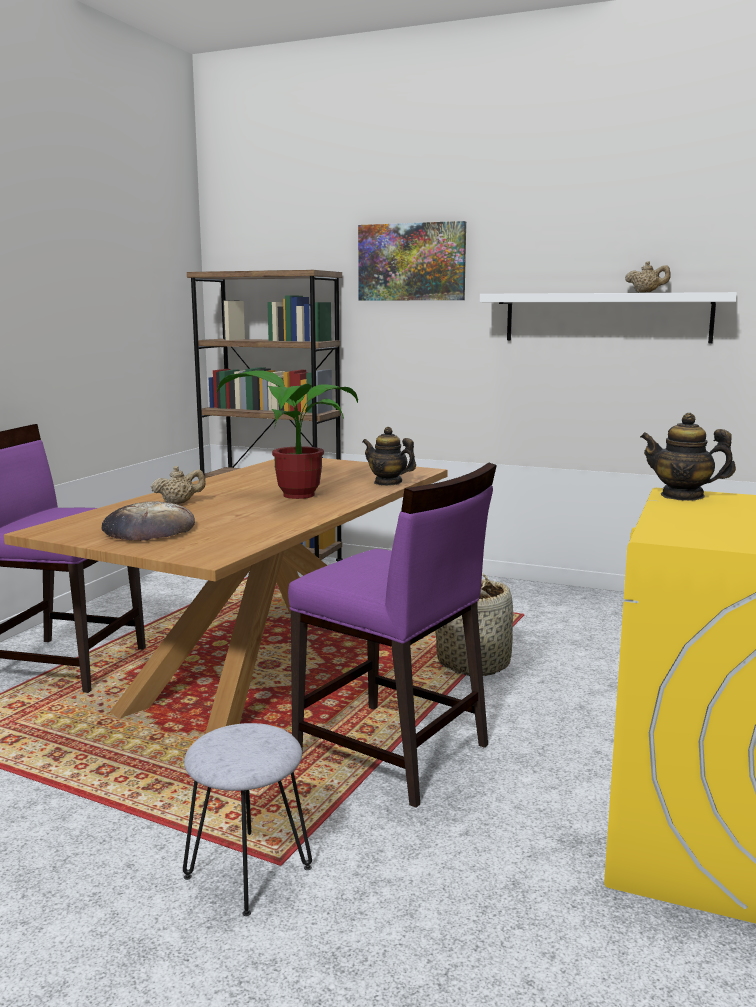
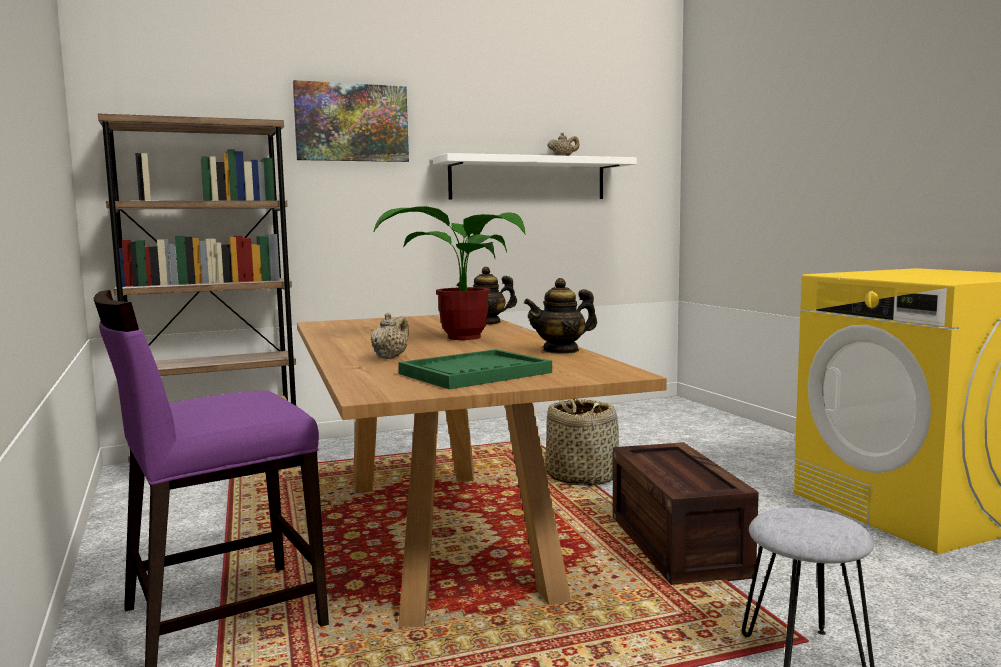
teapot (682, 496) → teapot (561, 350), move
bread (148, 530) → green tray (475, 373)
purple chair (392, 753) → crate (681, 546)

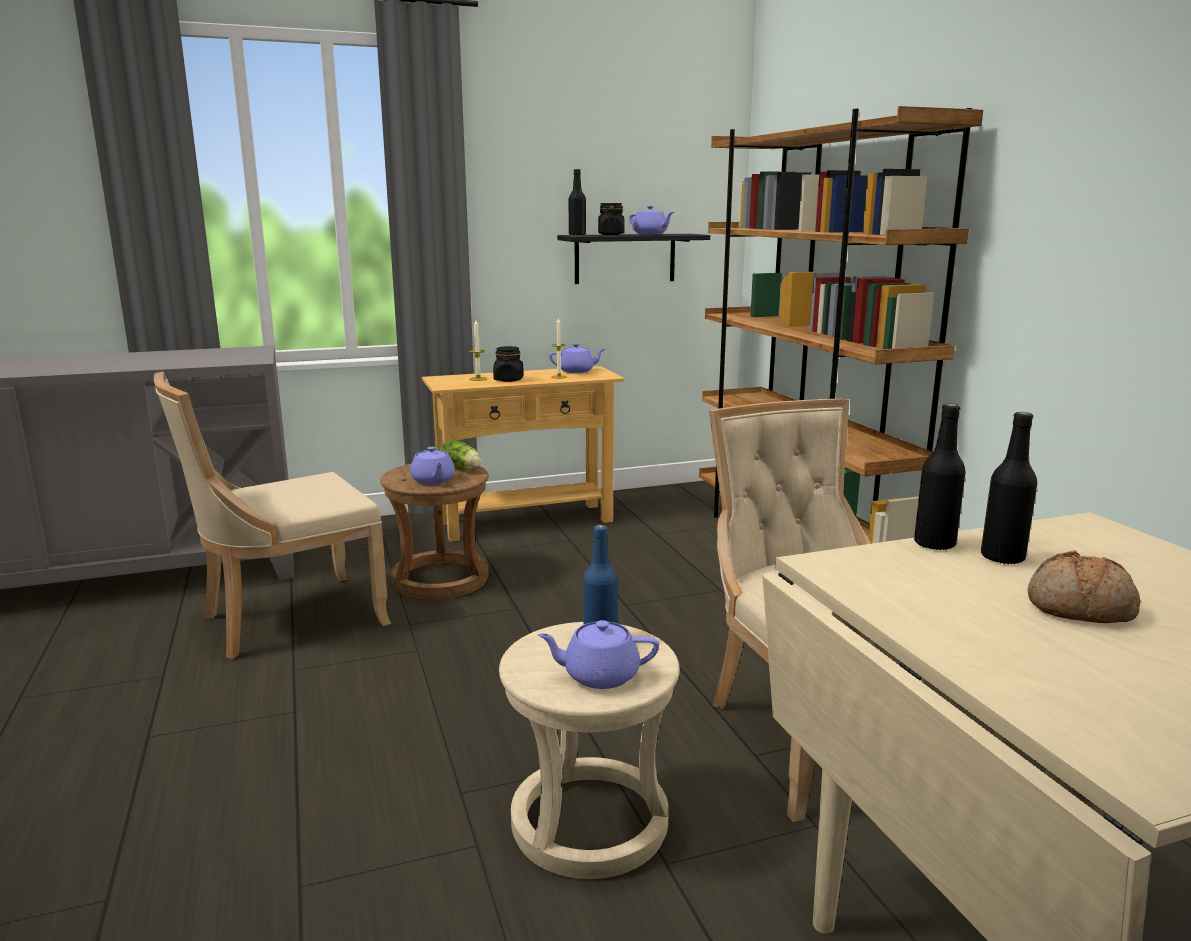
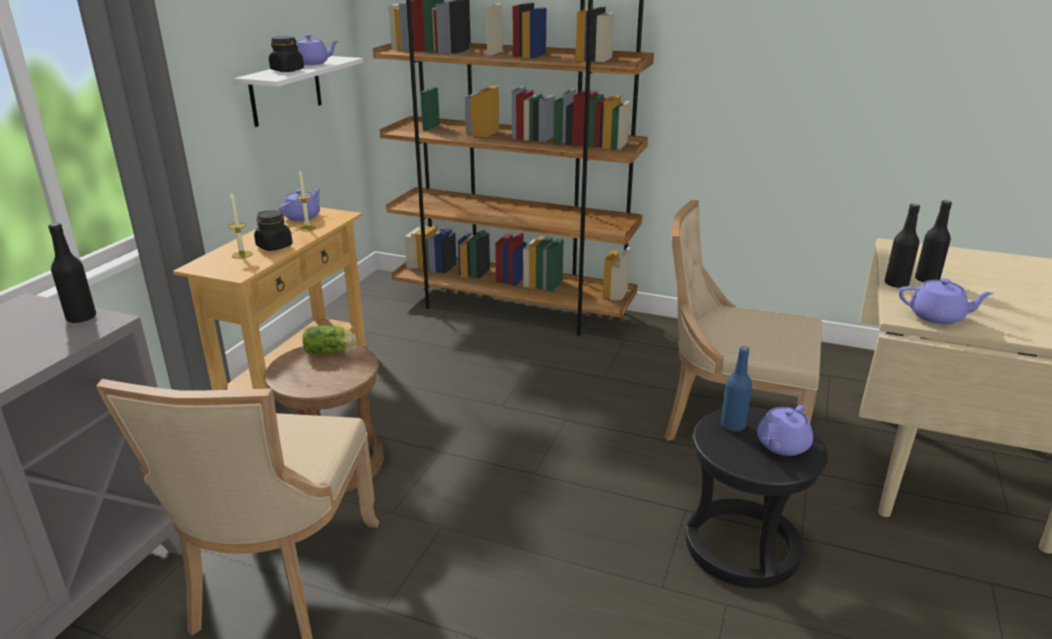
bread (1079, 609) → -
purple teapot (433, 480) → purple teapot (938, 317), move
black bottle (577, 235) → black bottle (81, 318), move
beige stool (590, 823) → black stool (742, 546)
black shelf (625, 258) → white shelf (286, 90)

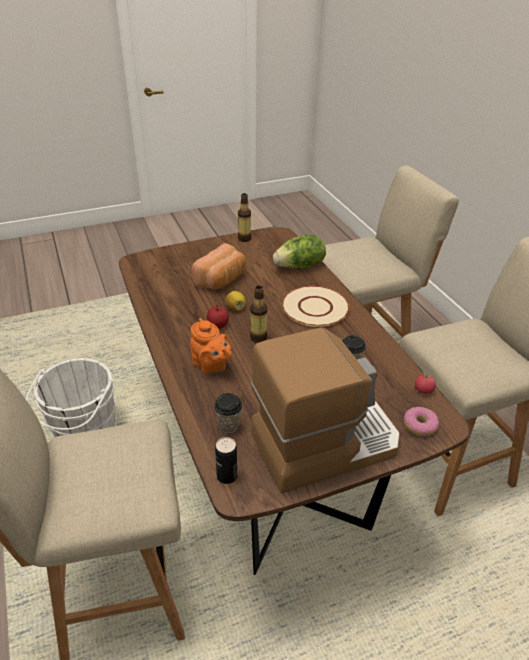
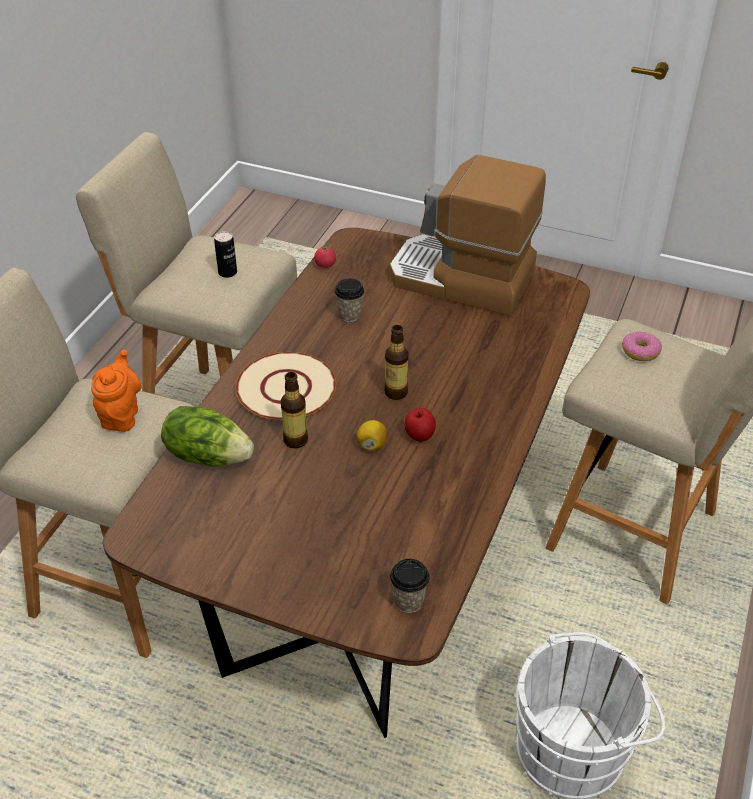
bread (222, 280) → -
orange teapot (211, 366) → orange teapot (121, 415), move
cup (228, 425) → cup (408, 601), move
can (227, 476) → can (227, 272), move
bottle (244, 239) → bottle (295, 440), move
donut (419, 426) → donut (640, 351), move

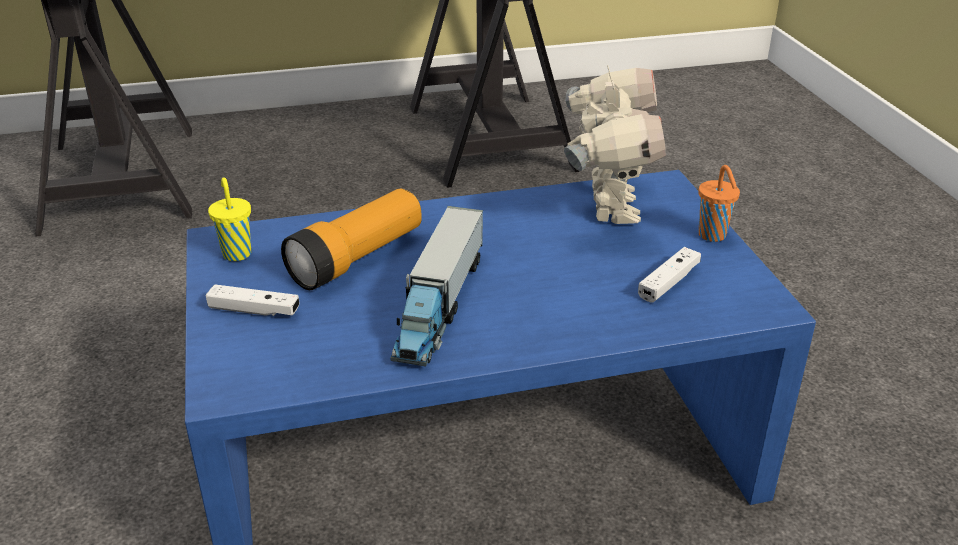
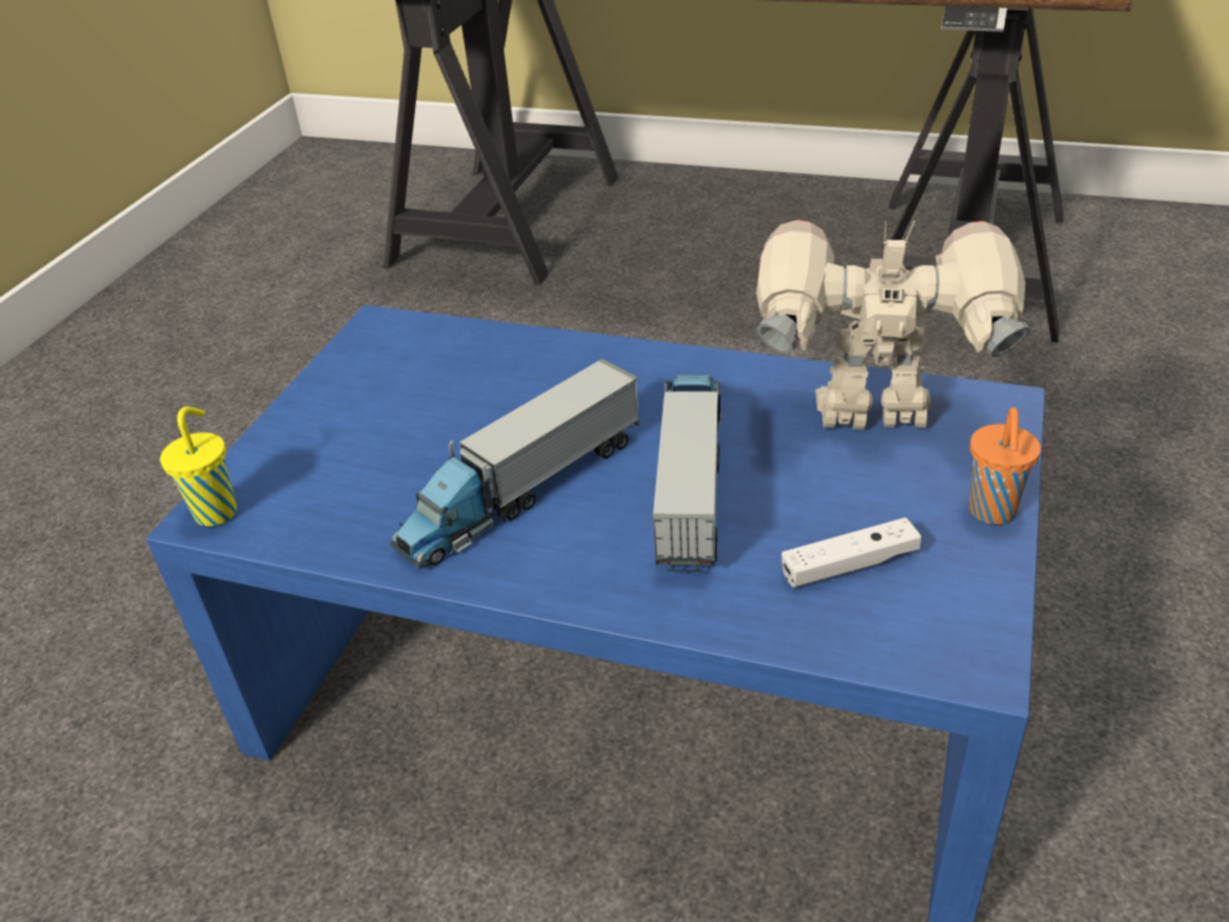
white game controller (254, 310) → -
flashlight (357, 258) → -
- → toy truck (691, 479)
yellow cup (236, 253) → yellow cup (217, 511), move
toy robot (608, 208) → toy robot (874, 419), 120 degrees counterclockwise

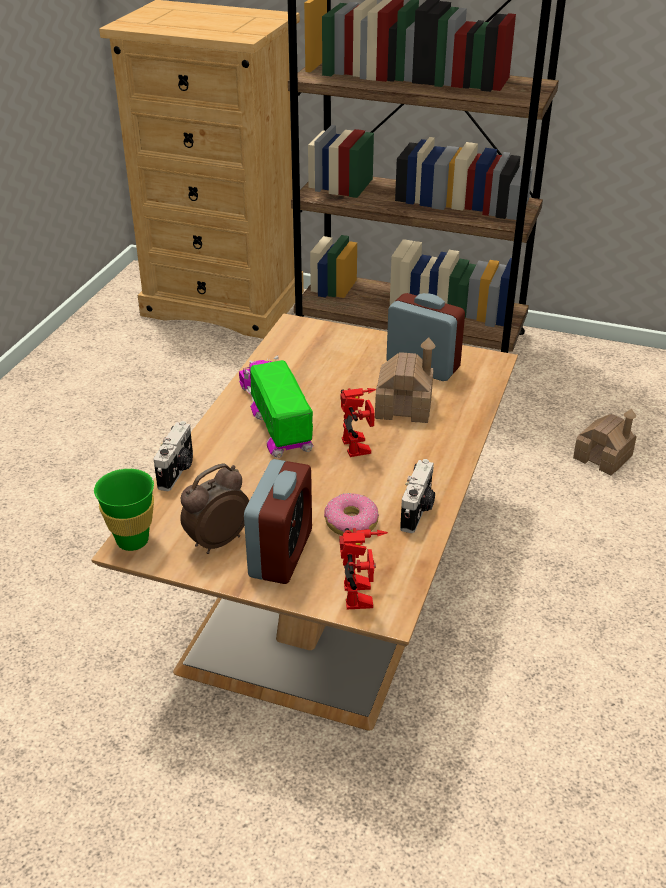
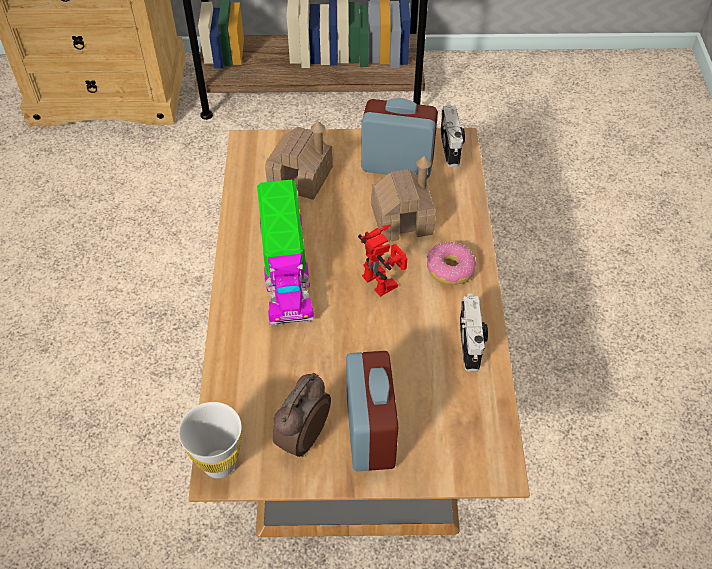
toy robot (364, 597) → -
photo camera (177, 471) → photo camera (451, 147), move
donut (351, 523) → donut (450, 269), move
toy house (603, 457) → toy house (300, 176), move
green cup (132, 540) → white cup (219, 464)
toy truck (275, 417) → toy truck (285, 268), 150 degrees counterclockwise

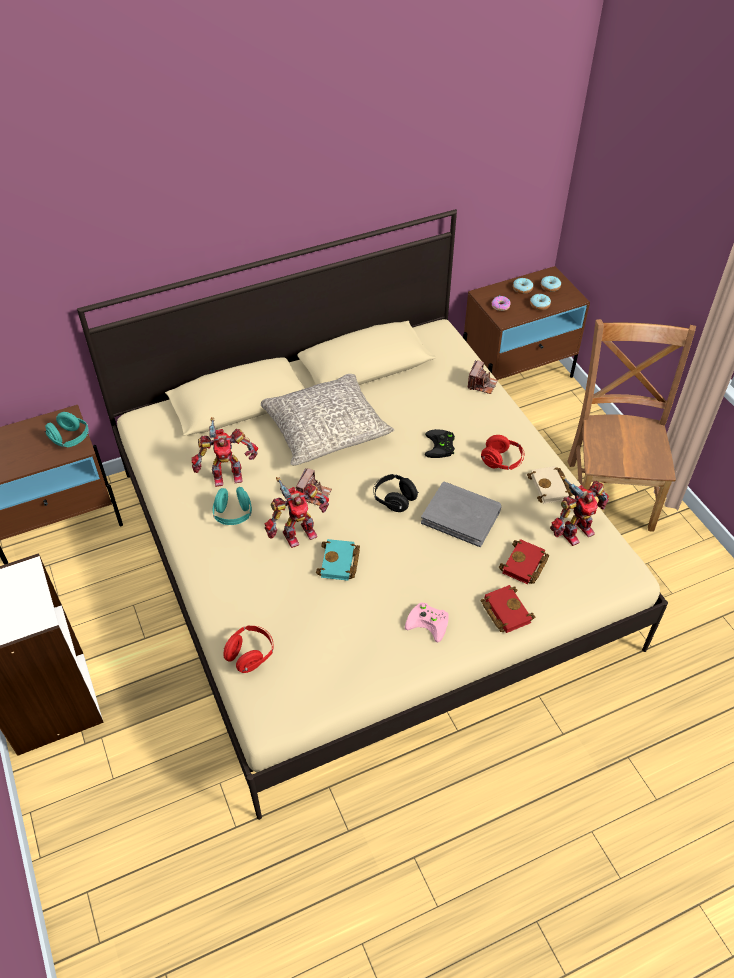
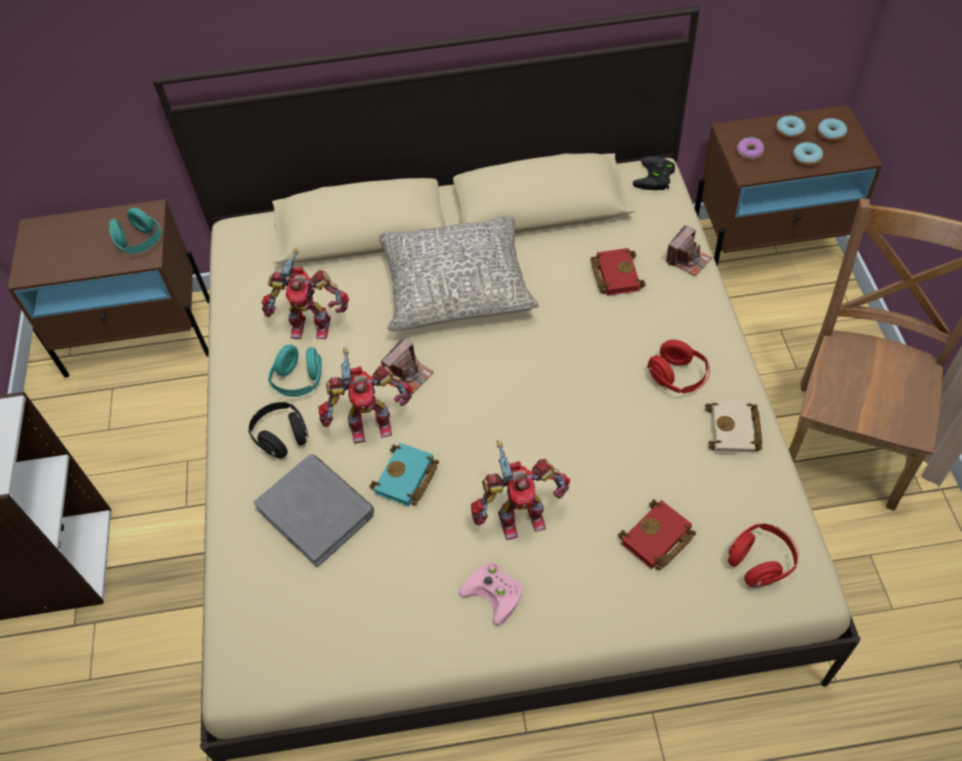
red headphones (250, 654) → red headphones (760, 562), move
black headphones (394, 499) → black headphones (281, 437), move
grey book (461, 516) → grey book (316, 511), move
black game controller (441, 447) → black game controller (655, 178), move
red book (504, 611) → red book (614, 274), move
toy robot (574, 530) → toy robot (520, 517), move

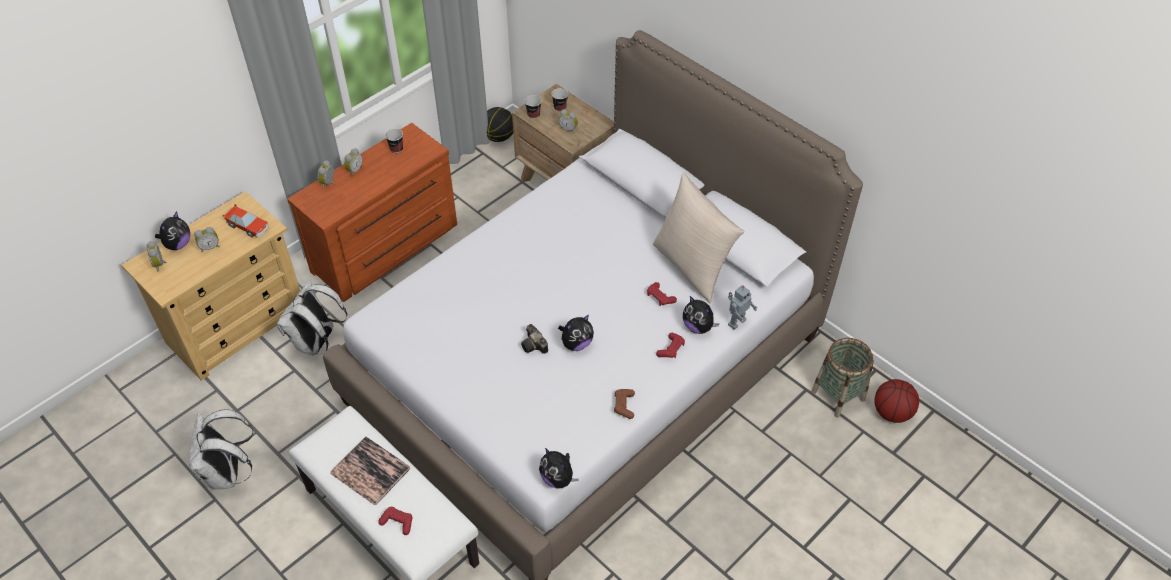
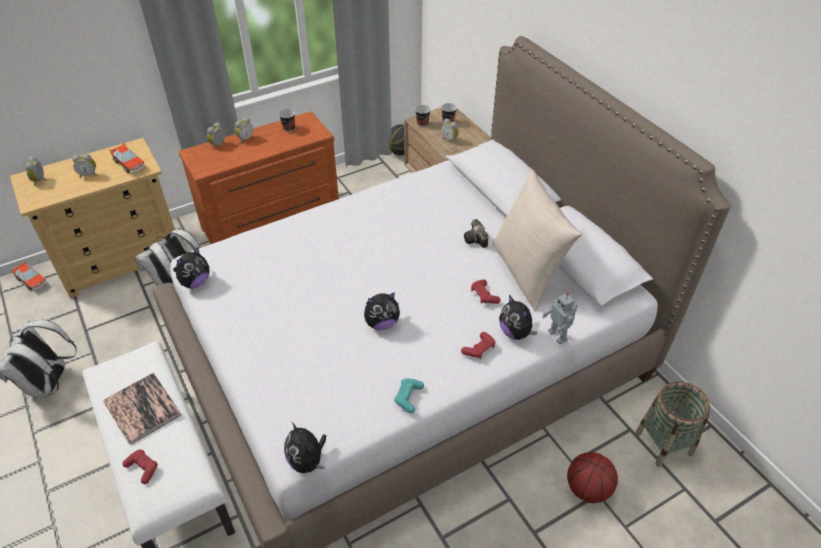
- → toy car (32, 281)
plush toy (178, 244) → plush toy (195, 282), move
photo camera (535, 346) → photo camera (476, 240), move
basketball (892, 413) → basketball (588, 489), move
brown game controller (624, 405) → turquoise game controller (408, 397)
toy robot (736, 322) → toy robot (558, 335), 90 degrees clockwise

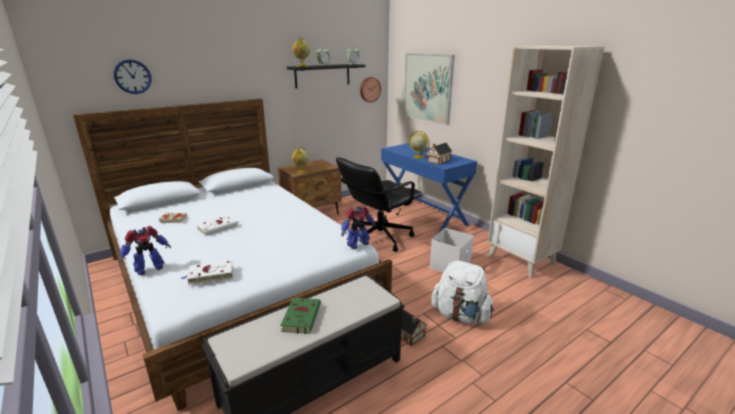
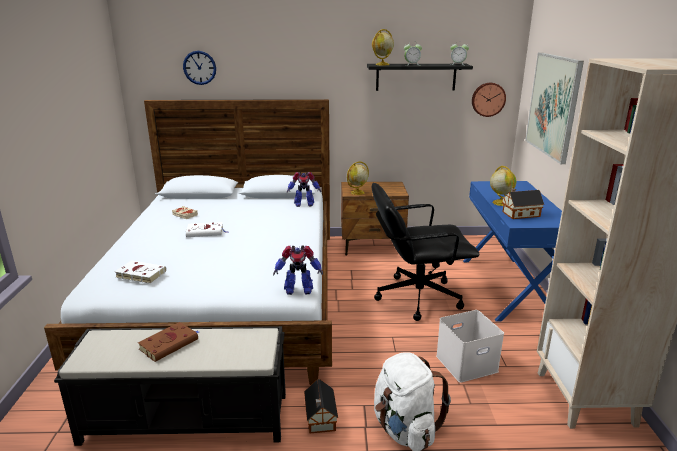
toy robot (149, 269) → toy robot (304, 204), move
green book (301, 317) → brown book (170, 344)

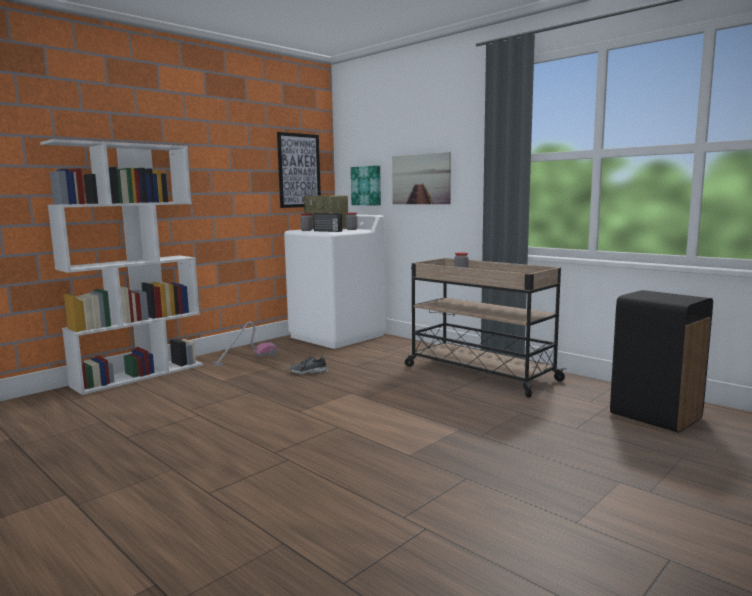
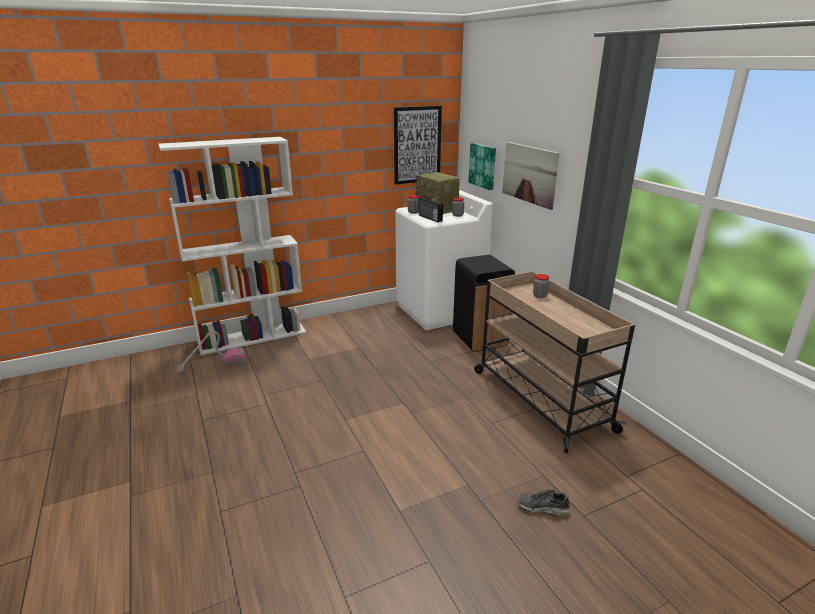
vacuum cleaner (245, 358) → vacuum cleaner (212, 364), move
shoe (308, 372) → shoe (542, 507), move
black trash can (655, 415) → black trash can (480, 338), move

